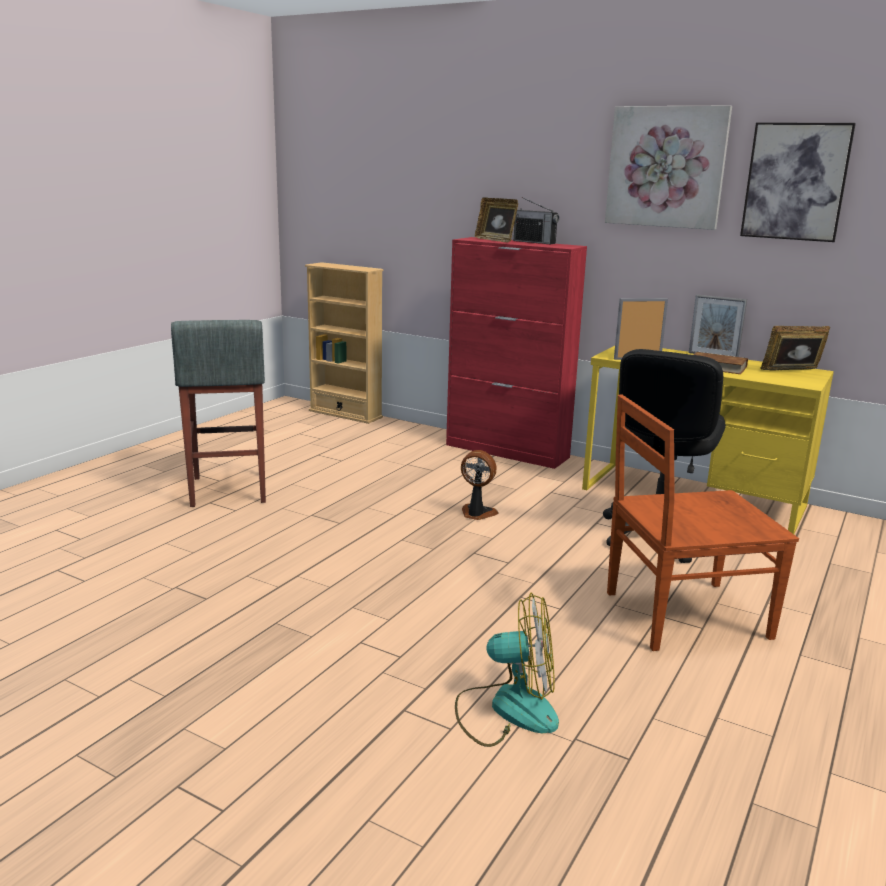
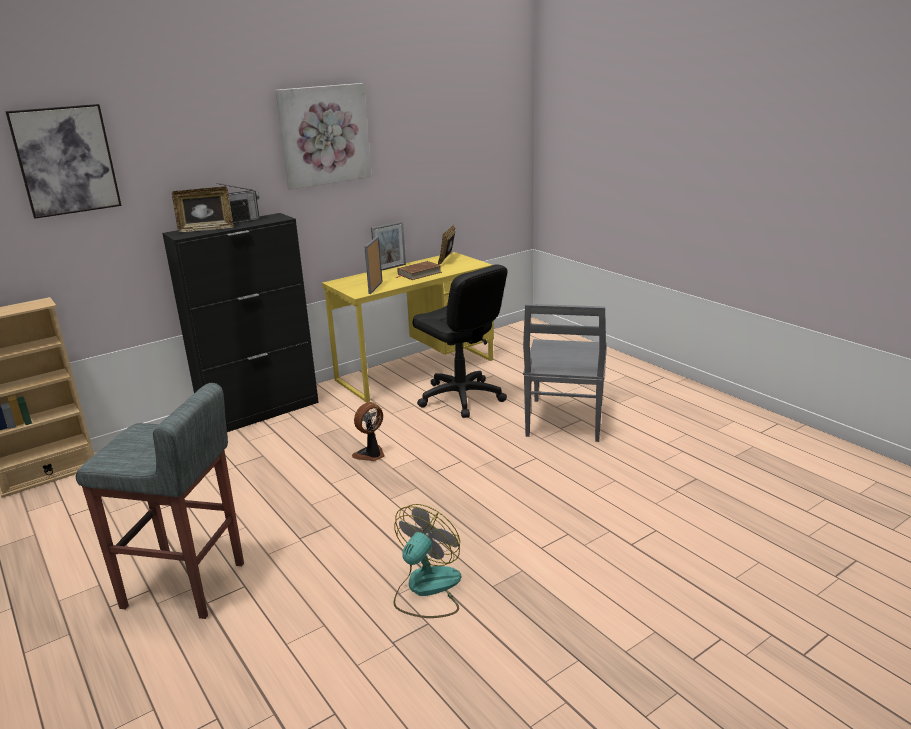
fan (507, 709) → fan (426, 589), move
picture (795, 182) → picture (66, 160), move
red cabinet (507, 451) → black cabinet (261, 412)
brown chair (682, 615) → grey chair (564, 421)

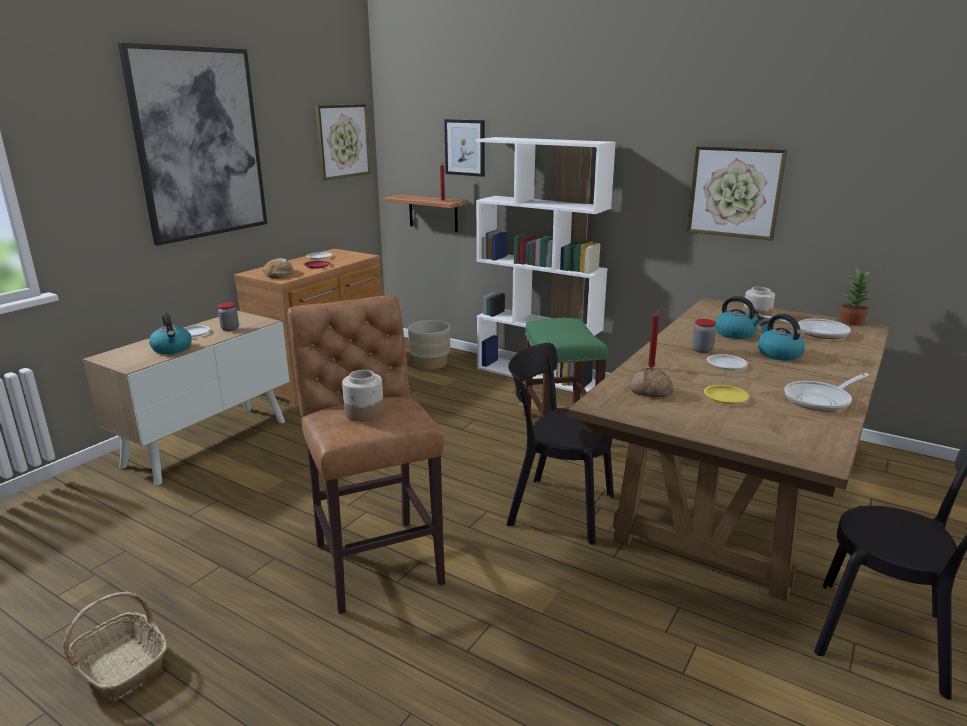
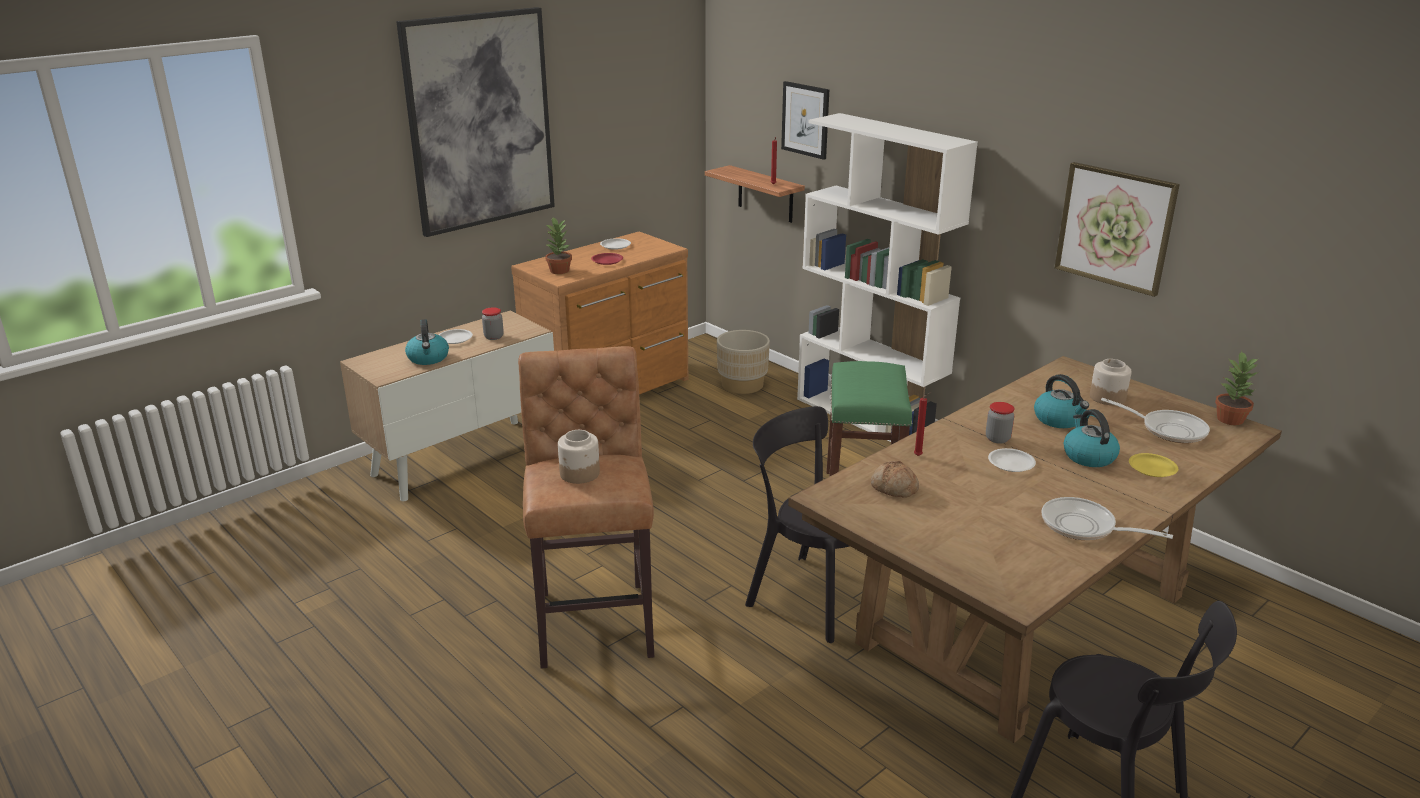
basket (121, 665) → -
picture (343, 141) → -
yellow plate (725, 397) → yellow plate (1152, 468), move
bread (279, 274) → potted plant (560, 270)
frying pan (820, 400) → frying pan (1084, 527), 45 degrees clockwise

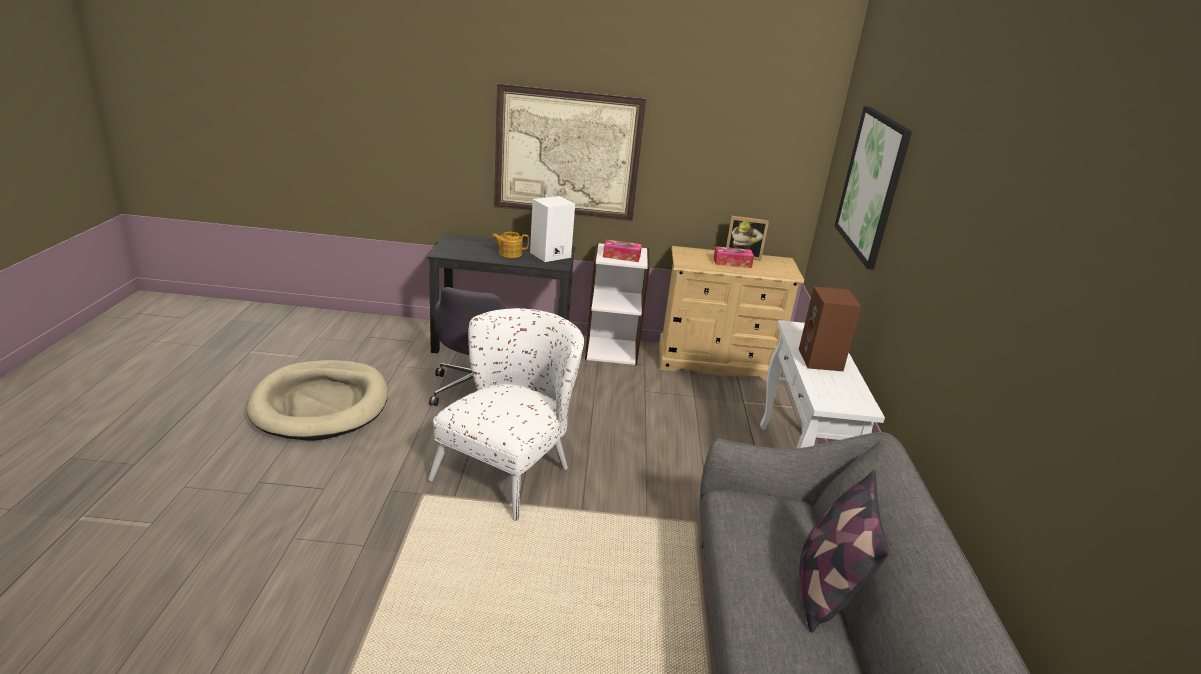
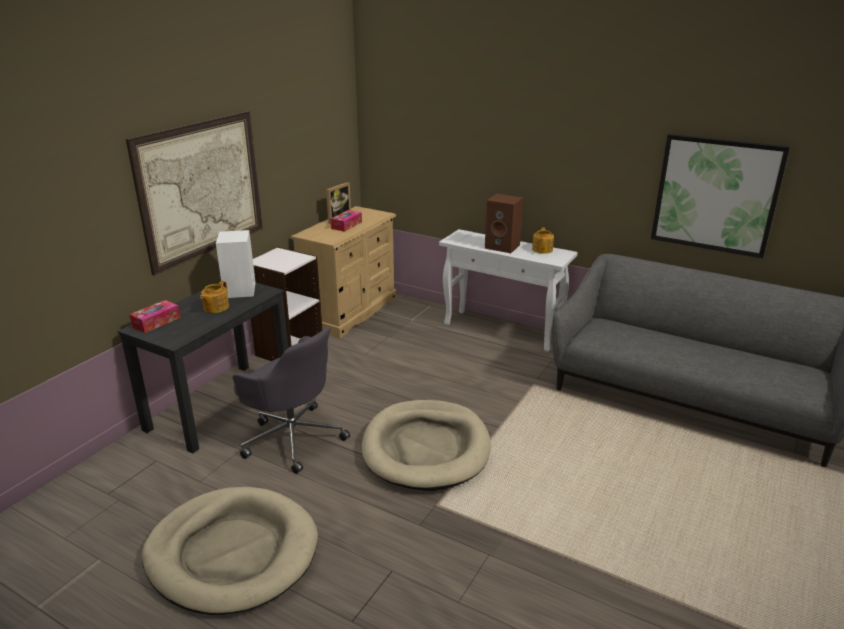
pillow (824, 589) → -
- → teapot (542, 249)
tissue box (621, 256) → tissue box (156, 322), move
picture (871, 184) → picture (716, 195), move
white armchair (510, 467) → beige dog bed (426, 448)

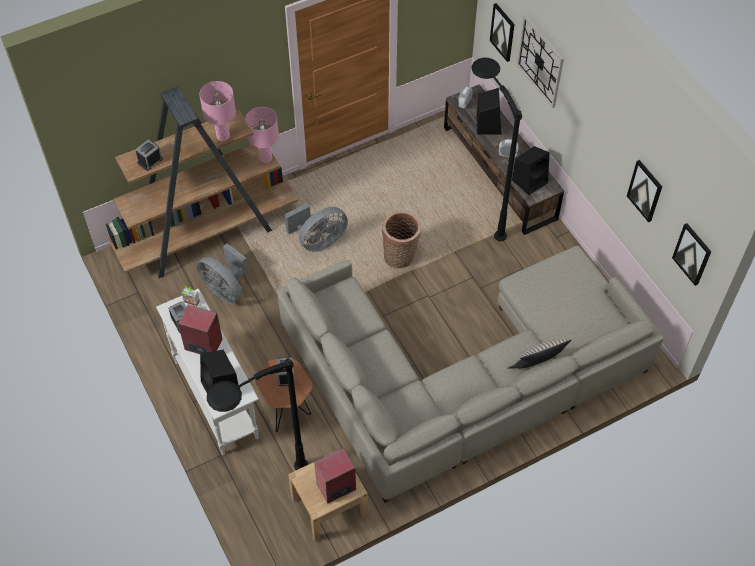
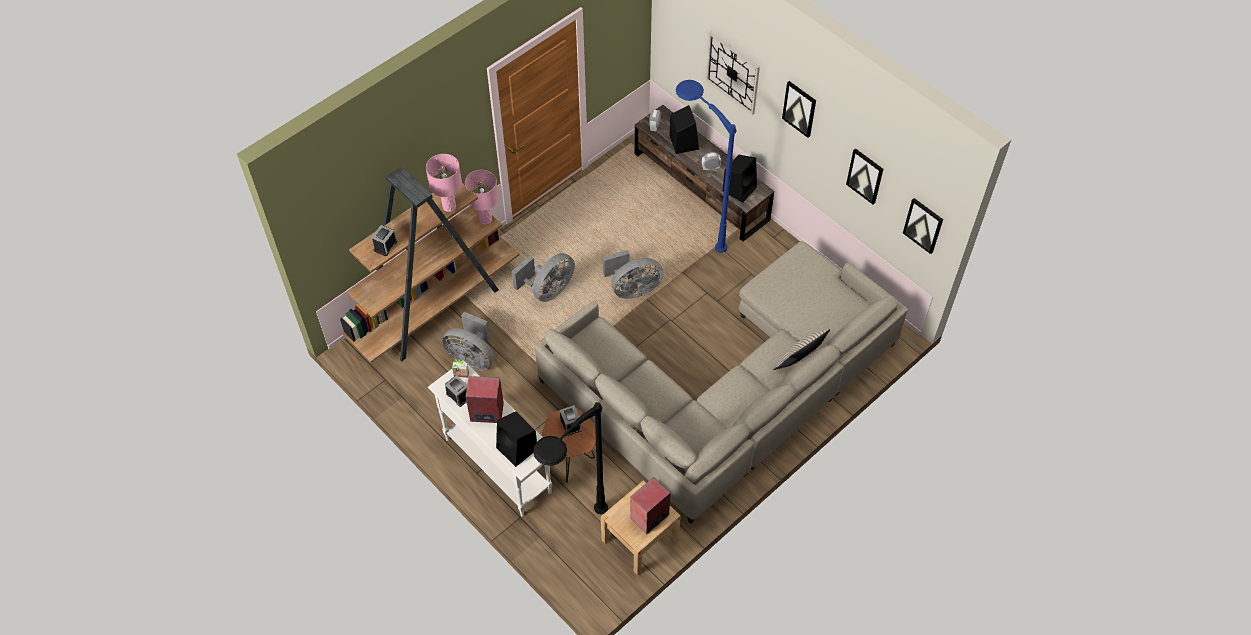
picture (503, 32) → picture (799, 108), move
basket (400, 257) → grey fan (632, 289)
black floor lamp (479, 208) → blue floor lamp (693, 225)

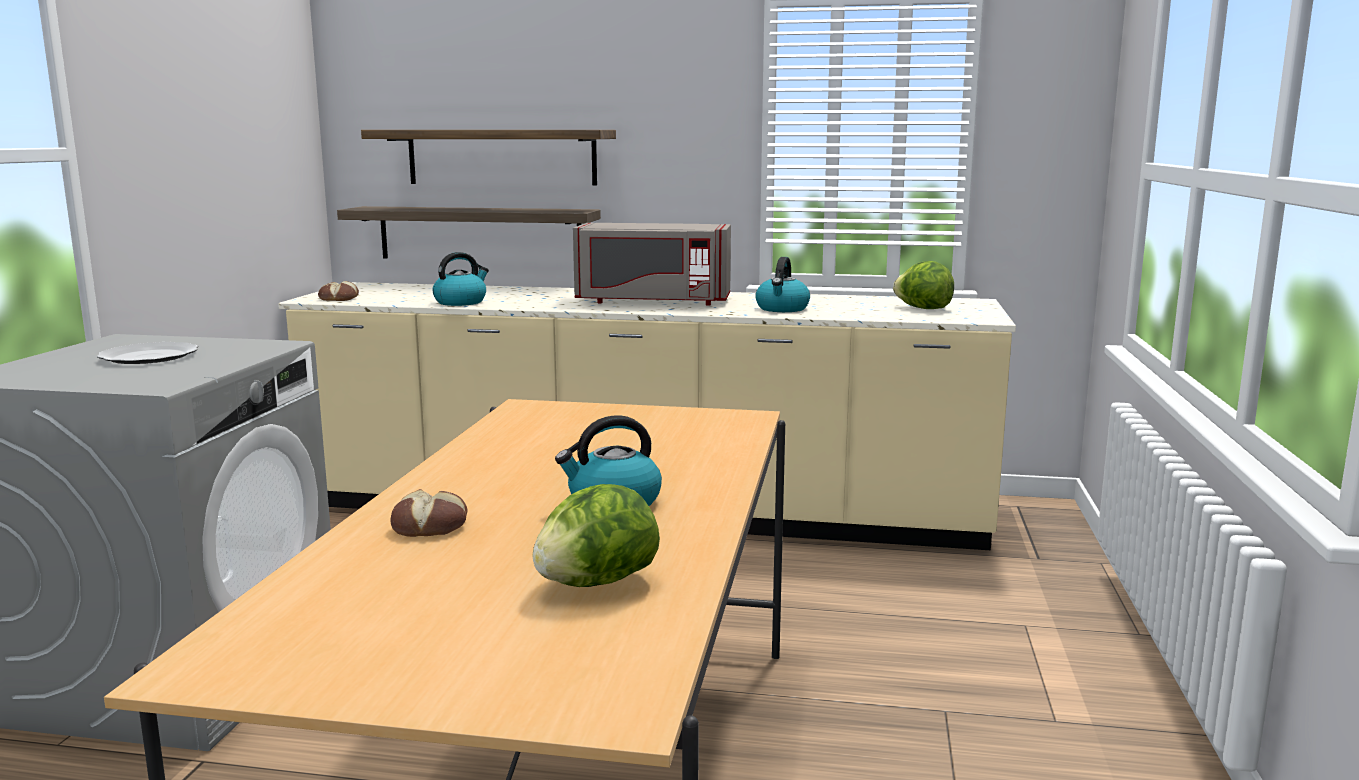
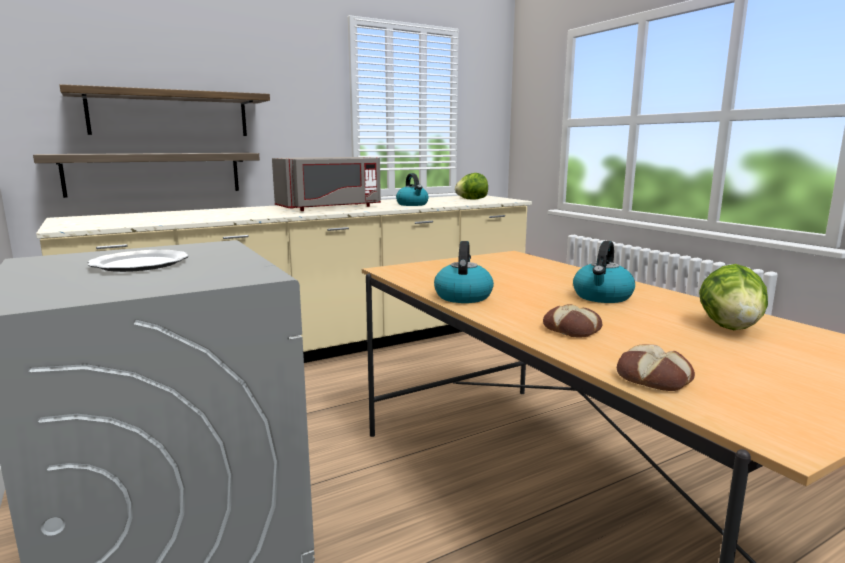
bread (338, 298) → bread (652, 378), move
kettle (461, 302) → kettle (463, 296), move

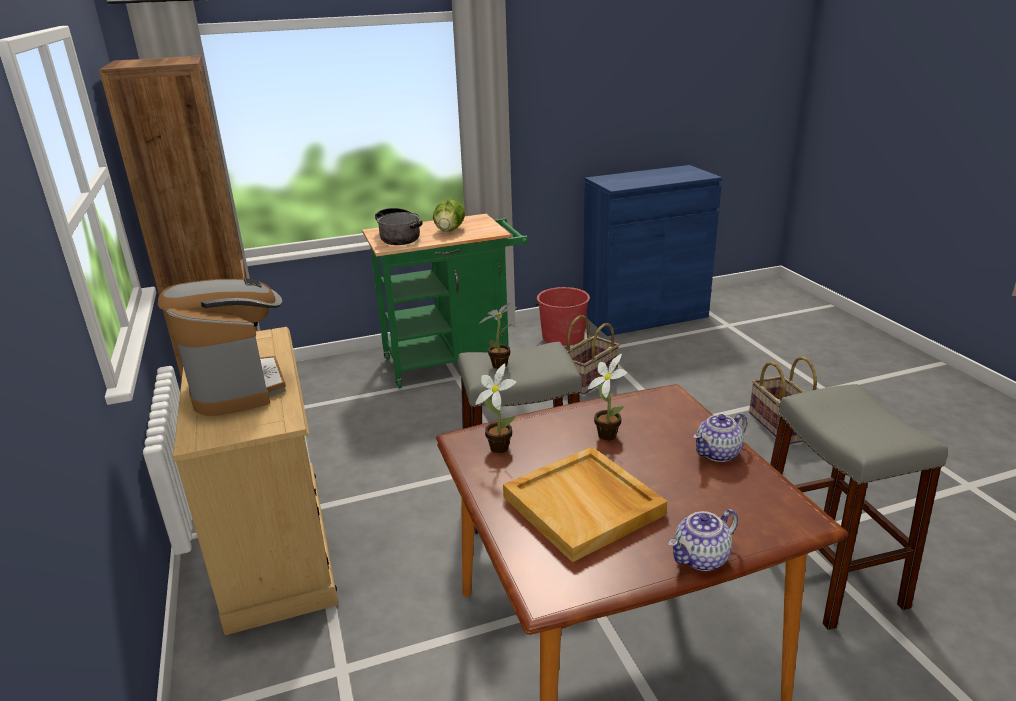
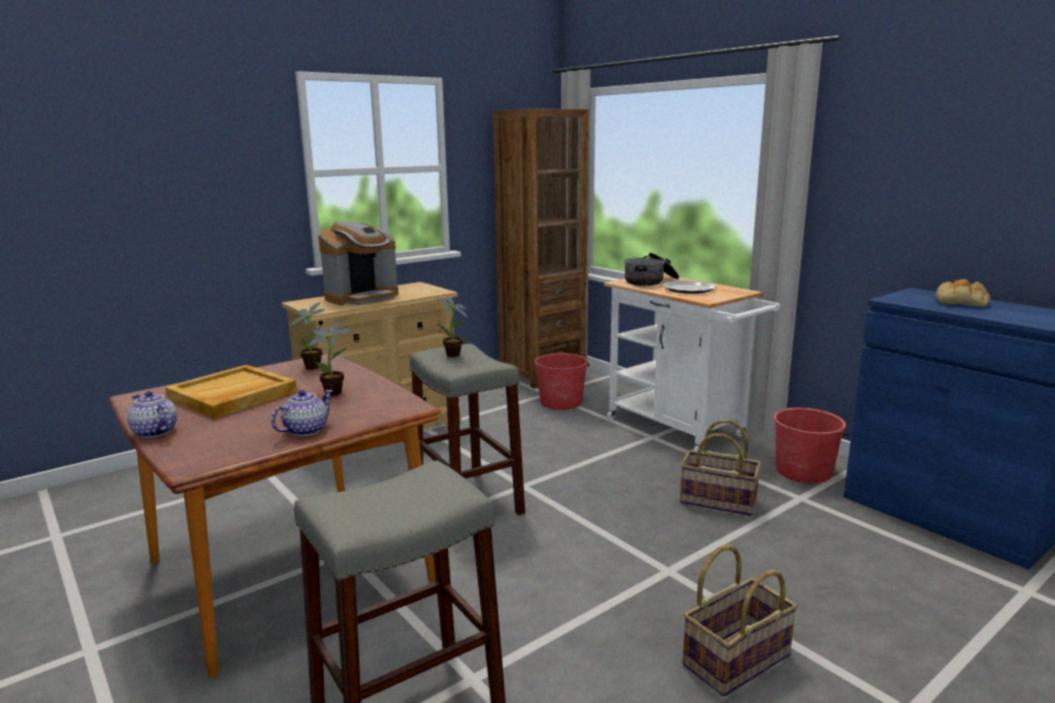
- → red bucket (561, 402)
- → bread (961, 302)
lettuce (449, 230) → plate (689, 289)
green cart (454, 361) → white cart (681, 429)
teapot (718, 453) → teapot (305, 430), 90 degrees clockwise

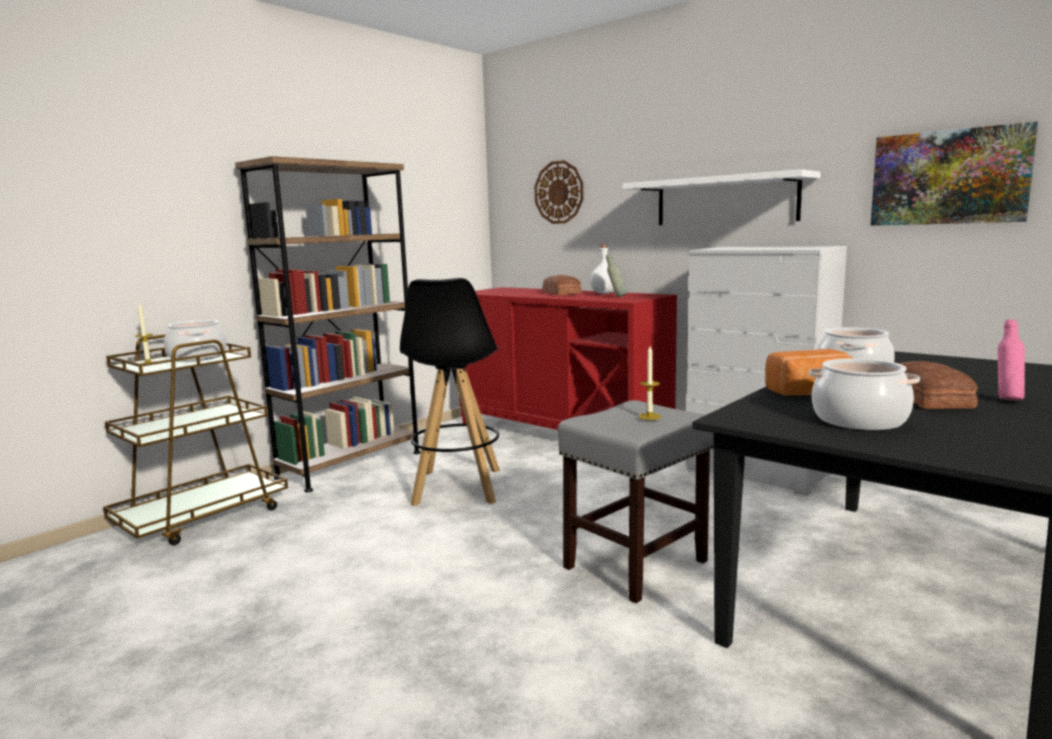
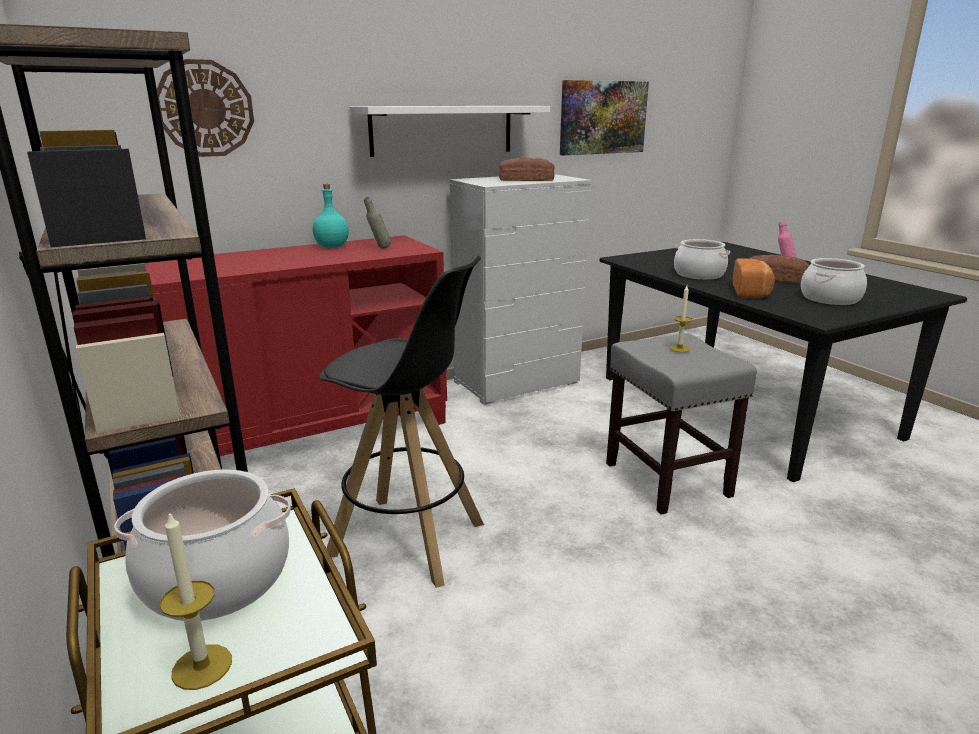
bread (562, 293) → bread (525, 179), move
white bottle (604, 293) → turquoise bottle (331, 247)

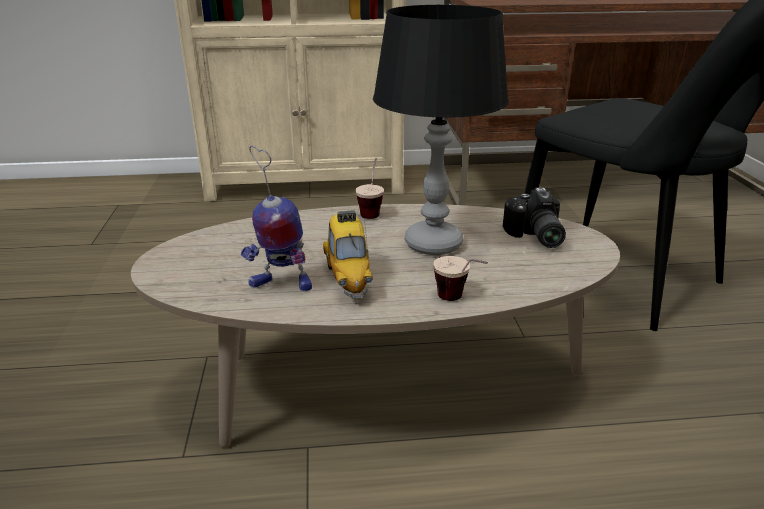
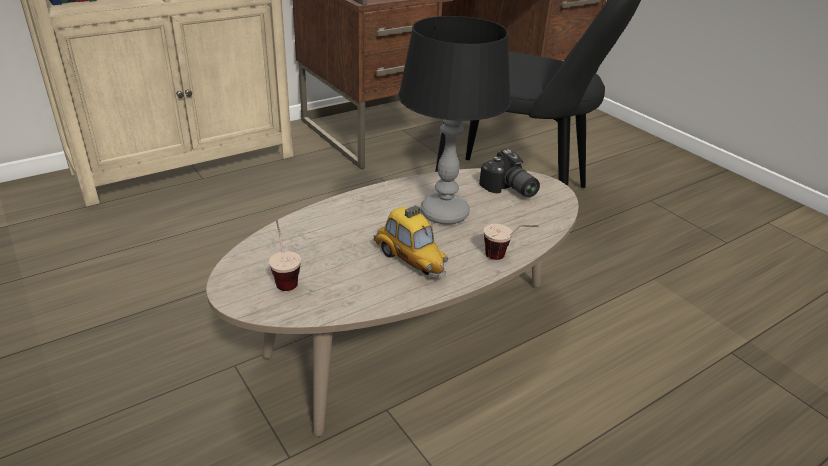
toy robot (280, 284) → -
cup (371, 210) → cup (284, 277), move

